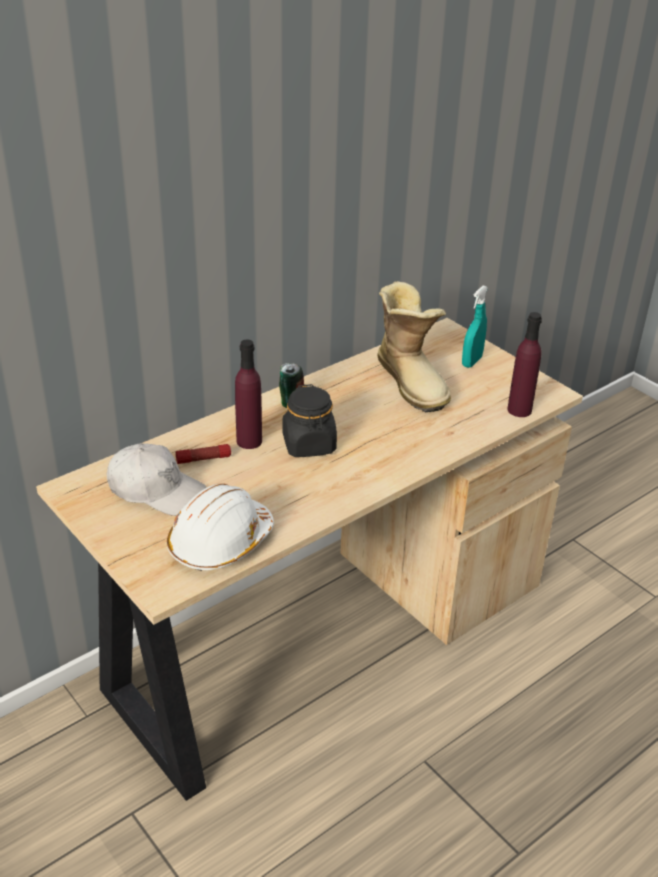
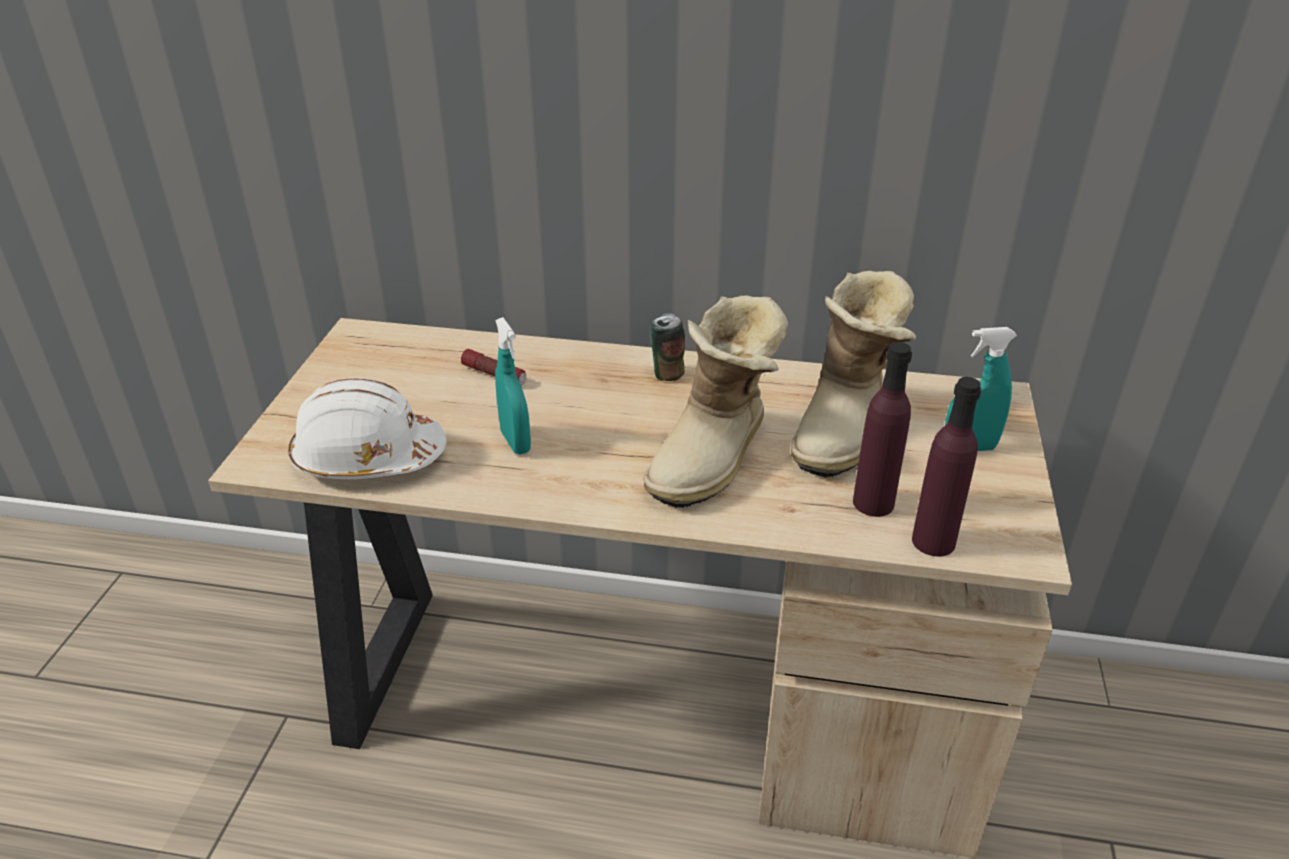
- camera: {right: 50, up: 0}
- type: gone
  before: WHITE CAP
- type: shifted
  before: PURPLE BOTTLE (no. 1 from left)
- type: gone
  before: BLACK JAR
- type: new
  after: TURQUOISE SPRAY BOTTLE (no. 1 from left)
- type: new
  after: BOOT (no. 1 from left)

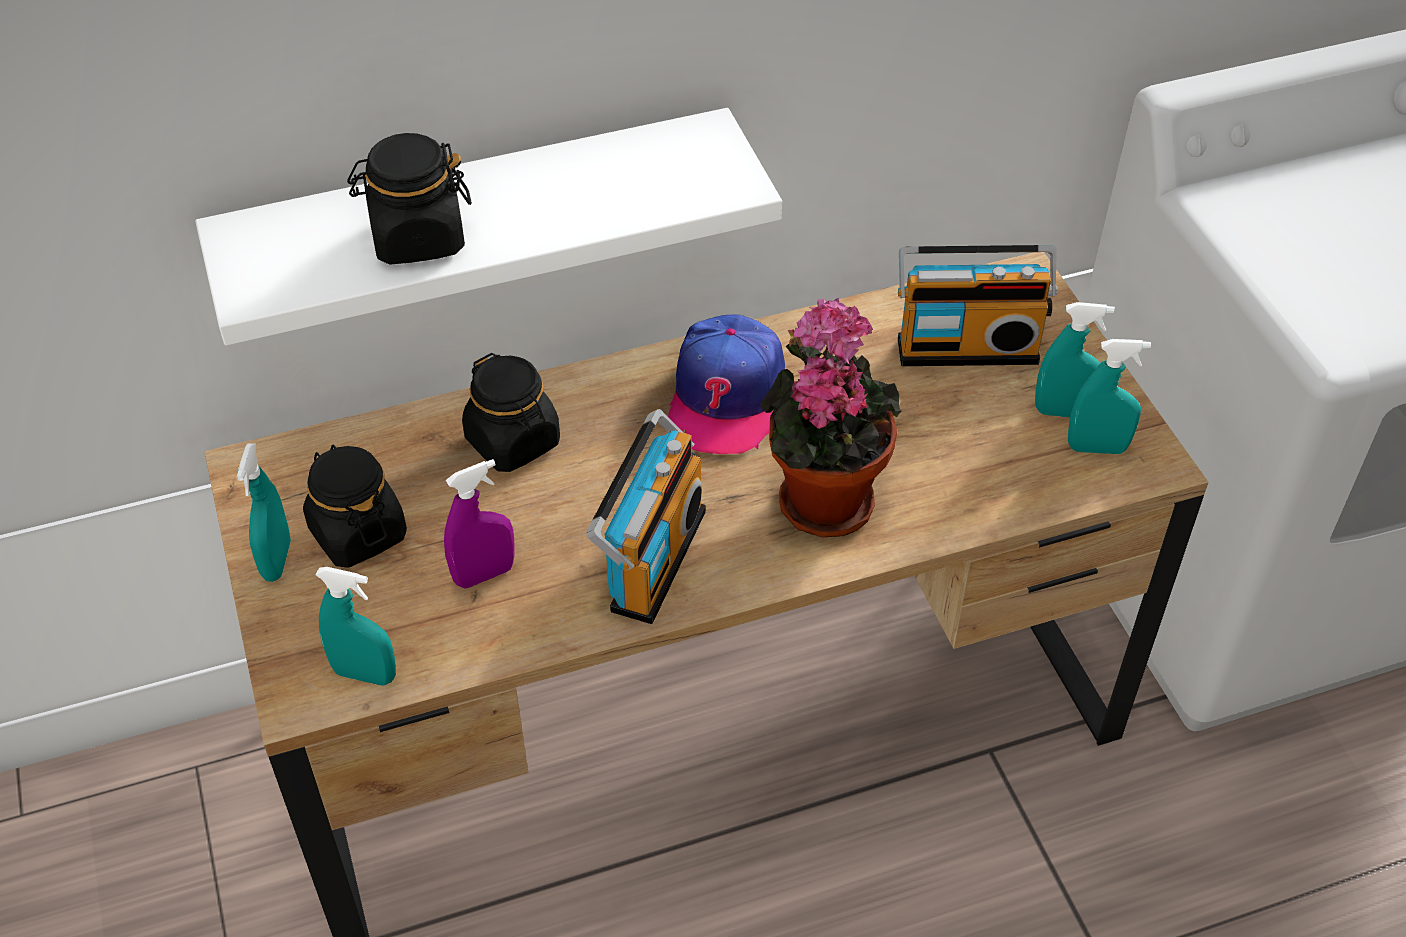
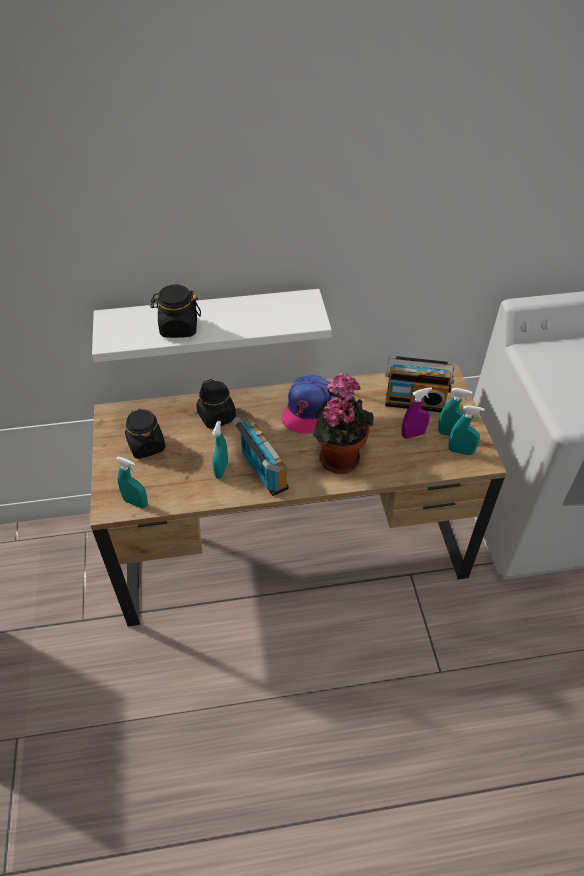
- camera: {right: 10, up: 0}
- type: shifted
  before: TURQUOISE SPRAY BOTTLE (no. 1 from left in the first image)
  after: TURQUOISE SPRAY BOTTLE (no. 2 from left)
- type: shifted
  before: PURPLE SPRAY BOTTLE
- type: rotated
  before: RADIO (no. 1 from left)
  turn: -60

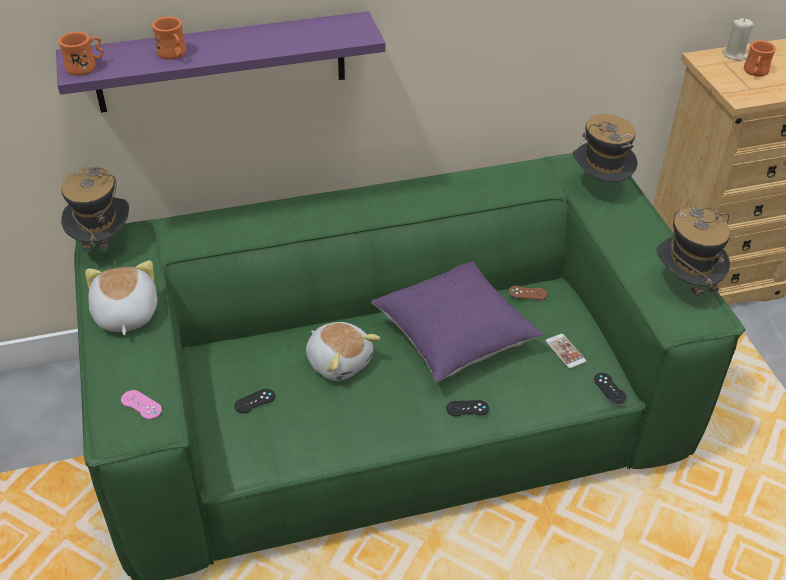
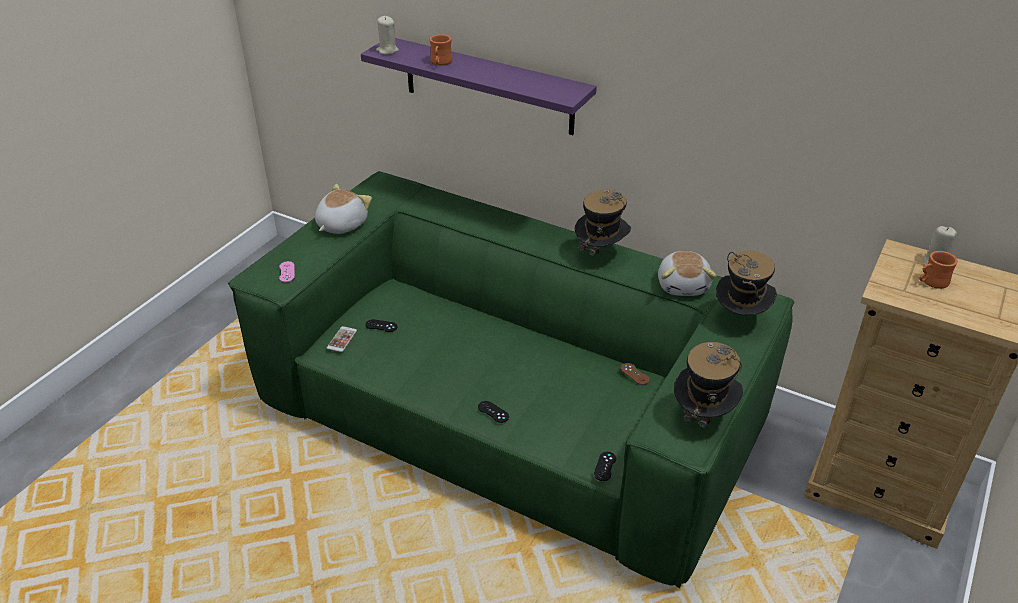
- camera: {right: 45, up: -5}
- type: swapped
  before: ORANGE MUG (no. 1 from left)
  after: BEIGE CANDLE (no. 1 from left)
- type: shifted
  before: HAT (no. 1 from left)
- type: shifted
  before: PLUSH TOY (no. 2 from left)
- type: gone
  before: PURPLE PILLOW
- type: shifted
  before: PHONE

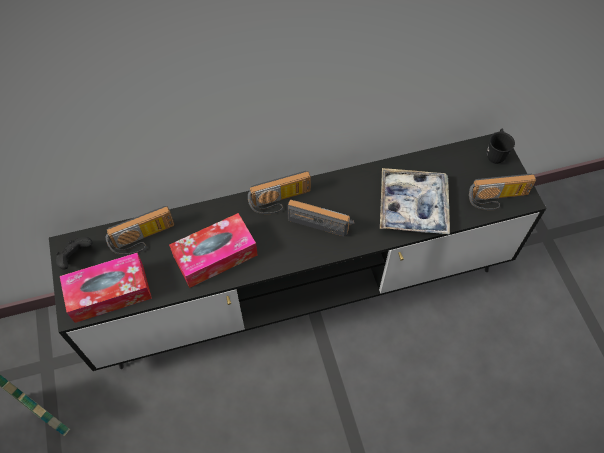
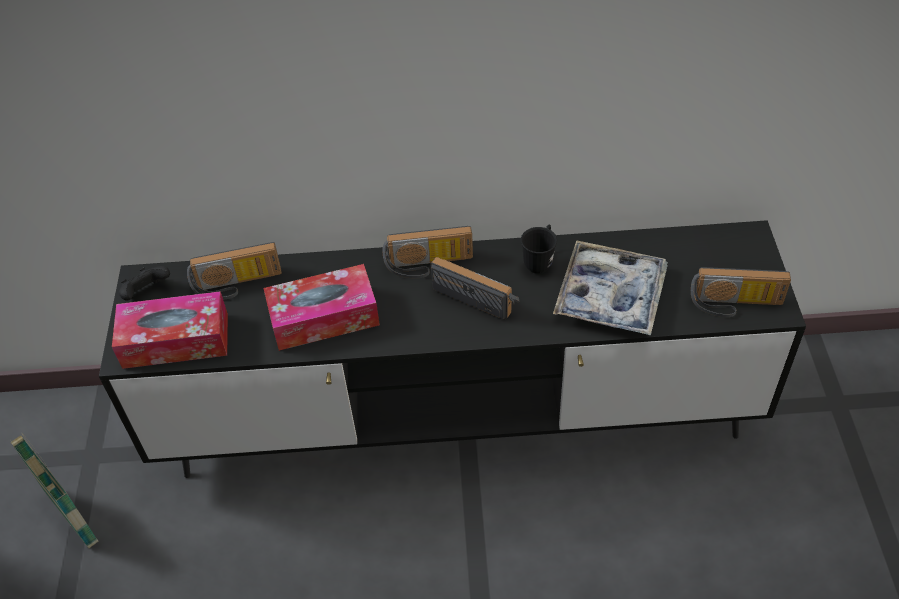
- camera: {right: 15, up: -10}
- type: shifted
  before: BLACK MUG

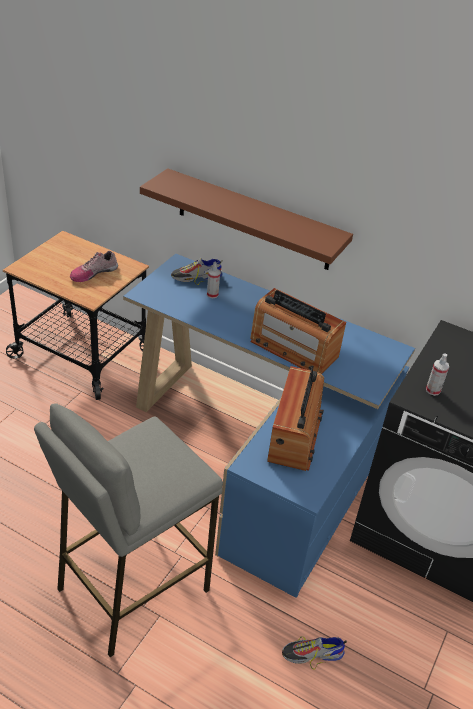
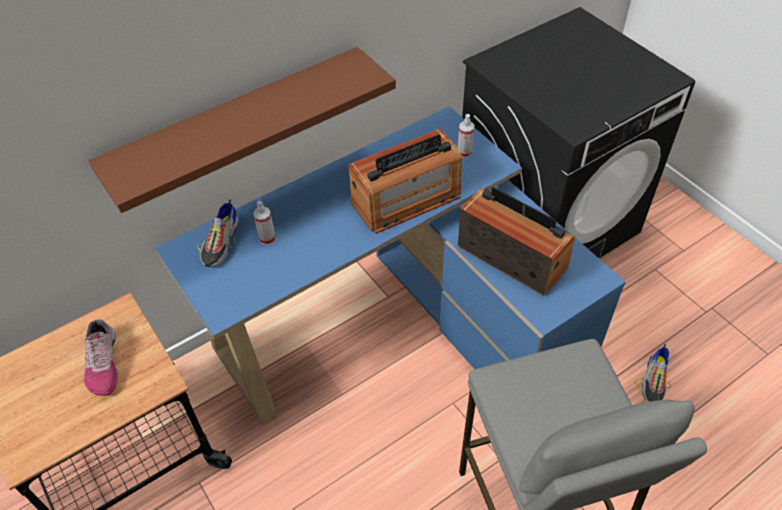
- camera: {right: -60, up: 10}
- type: shifted
  before: SPRAY BOTTLE (no. 2 from left)

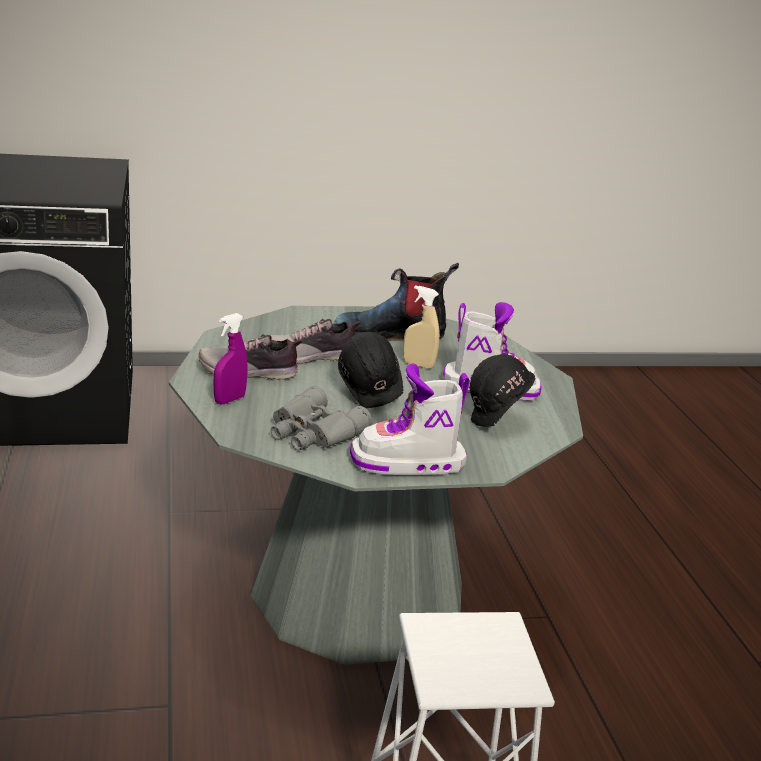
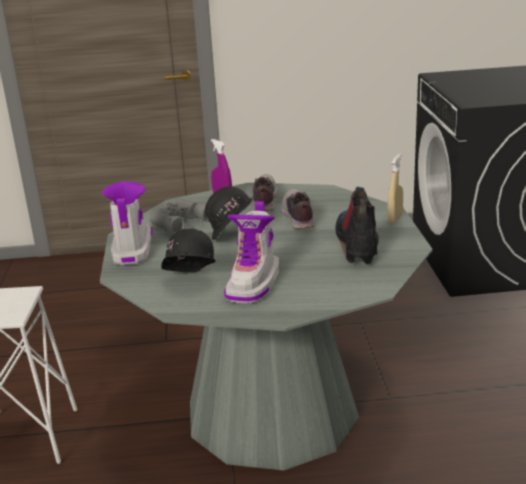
- camera: {right: 100, up: 0}
- type: shifted
  before: BEIGE SPRAY BOTTLE

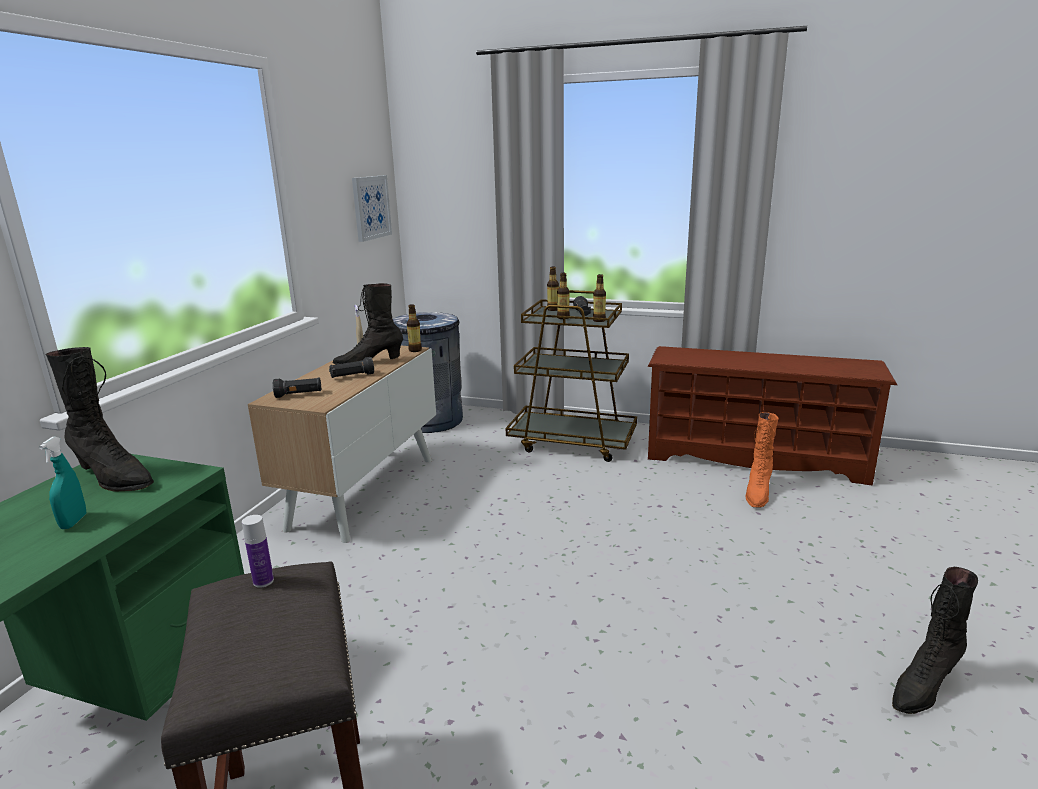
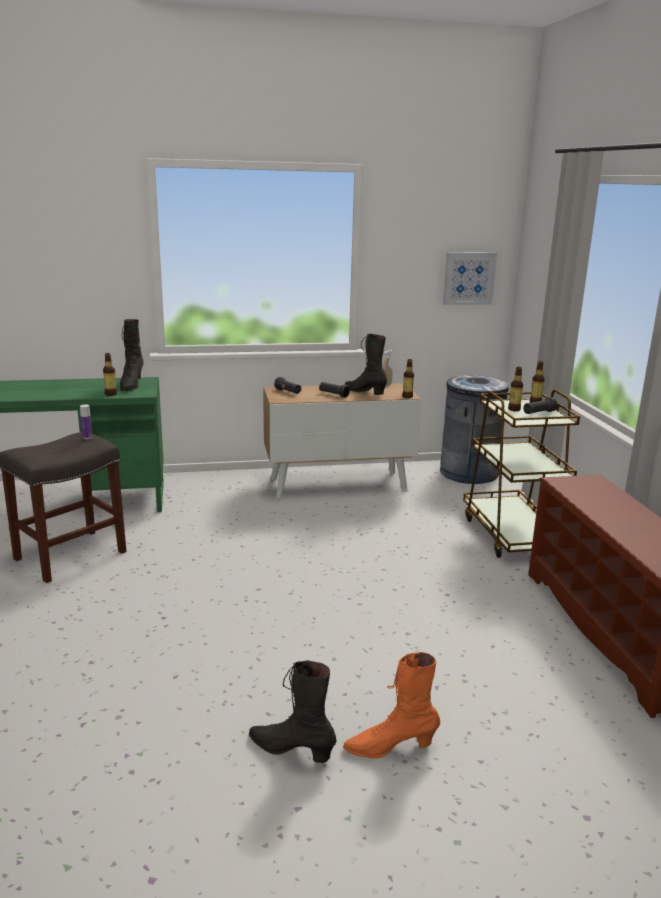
- camera: {right: 60, up: 0}
- type: gone
  before: TURQUOISE SPRAY BOTTLE
- type: shifted
  before: BOTTLE (no. 5 from left in the first image)
  after: BOTTLE (no. 2 from left)
- type: shifted
  before: ORANGE BOOT

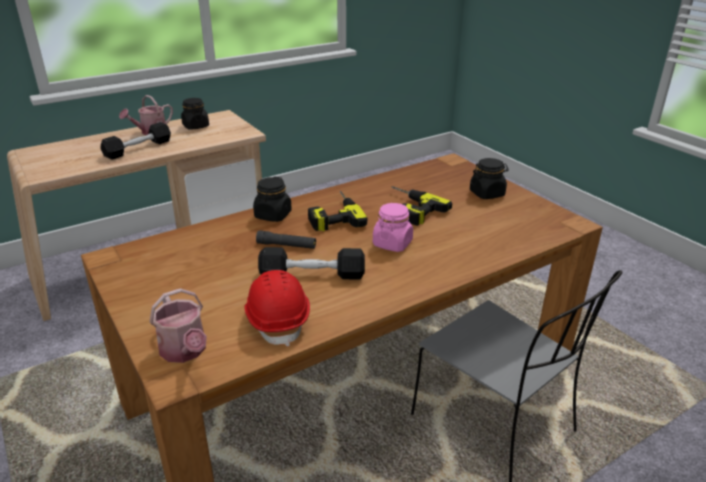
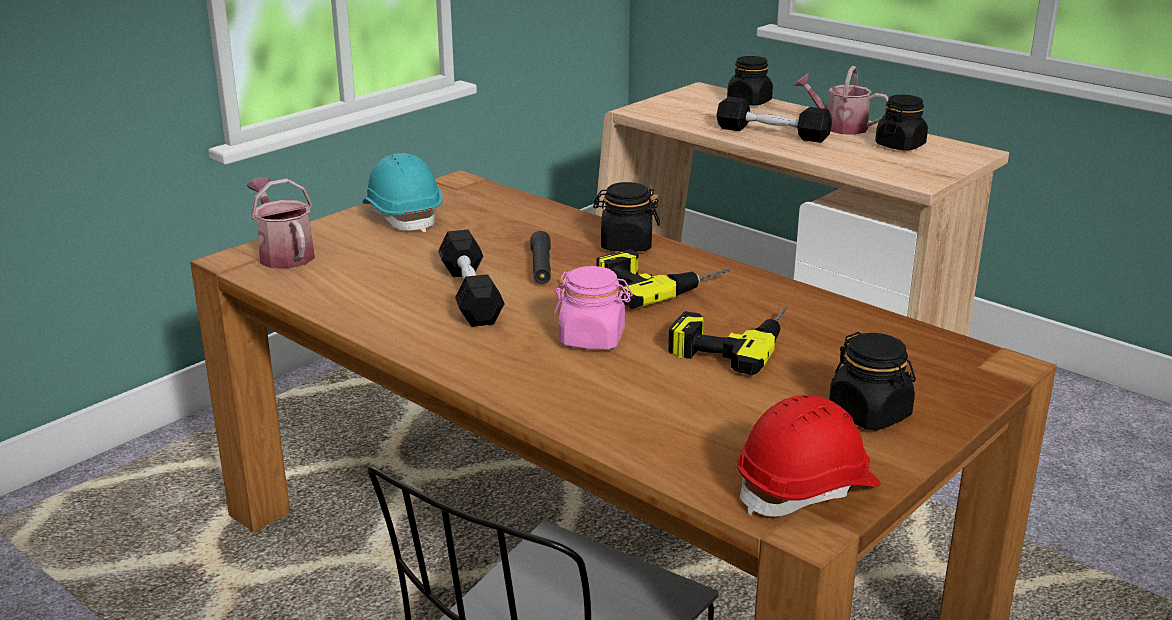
- camera: {right: 75, up: -5}
- type: rotated
  before: WATERING CAN (no. 2 from left in the first image)
  turn: 105
- type: shifted
  before: RED HARD HAT
- type: new
  after: TURQUOISE HARD HAT
- type: new
  after: BLACK JAR (no. 2 from left)

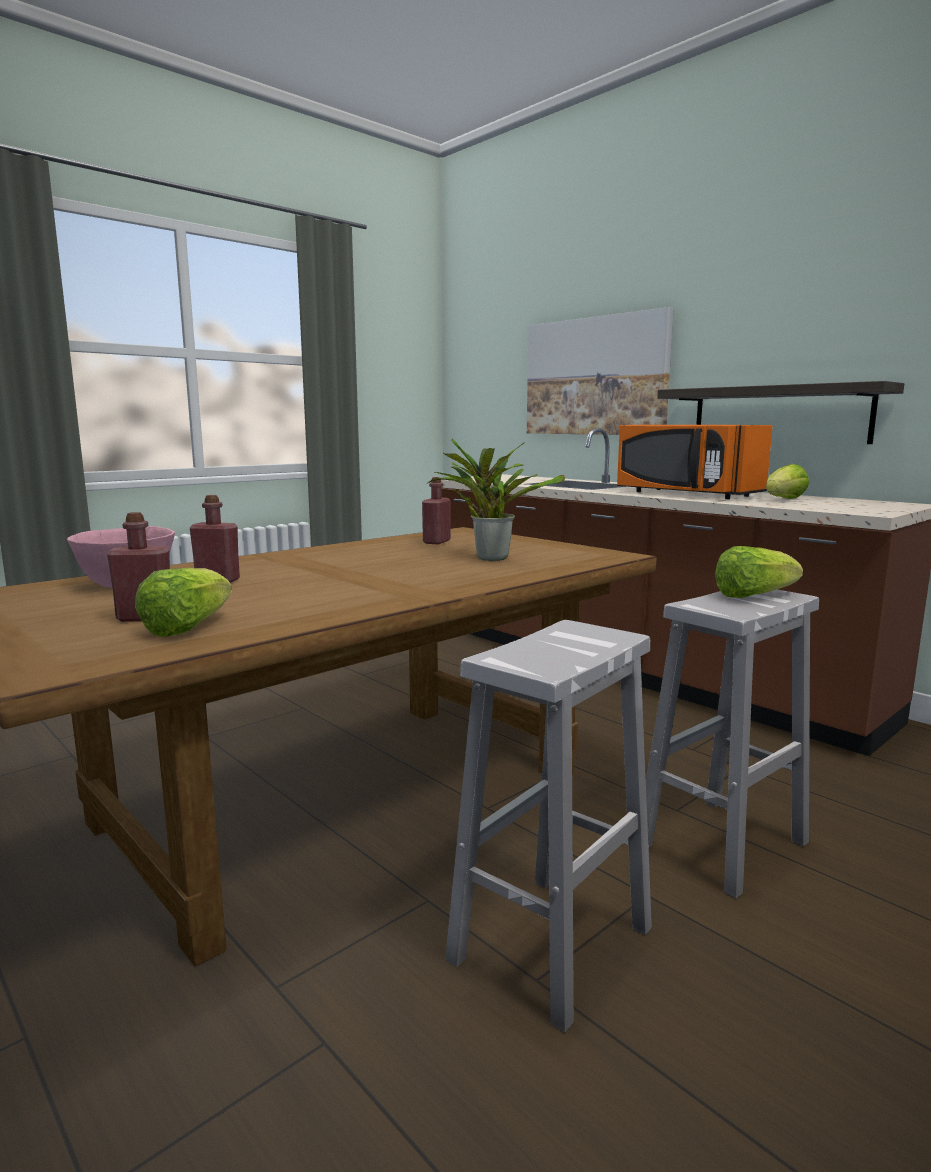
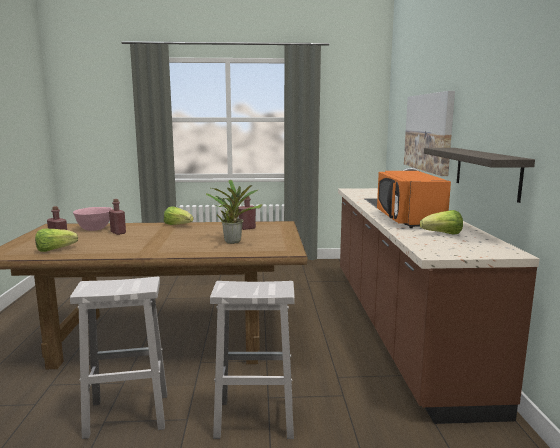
- camera: {right: 40, up: 0}
- type: shifted
  before: LETTUCE (no. 2 from left)

